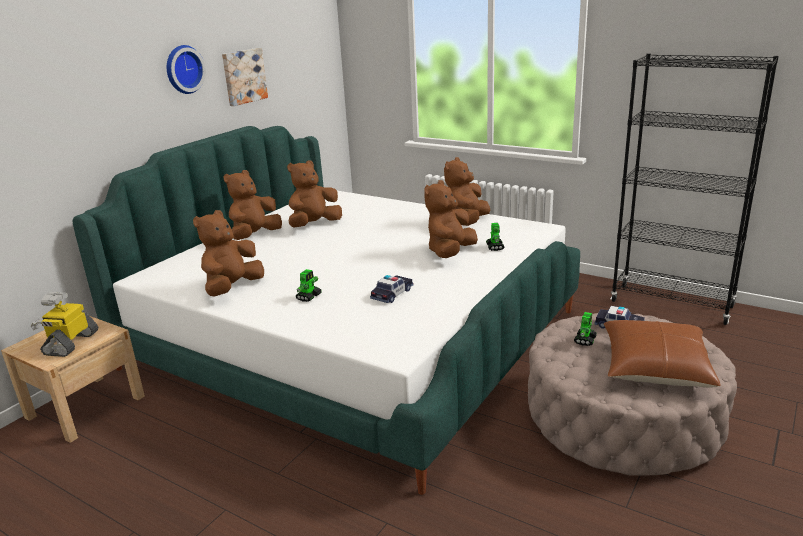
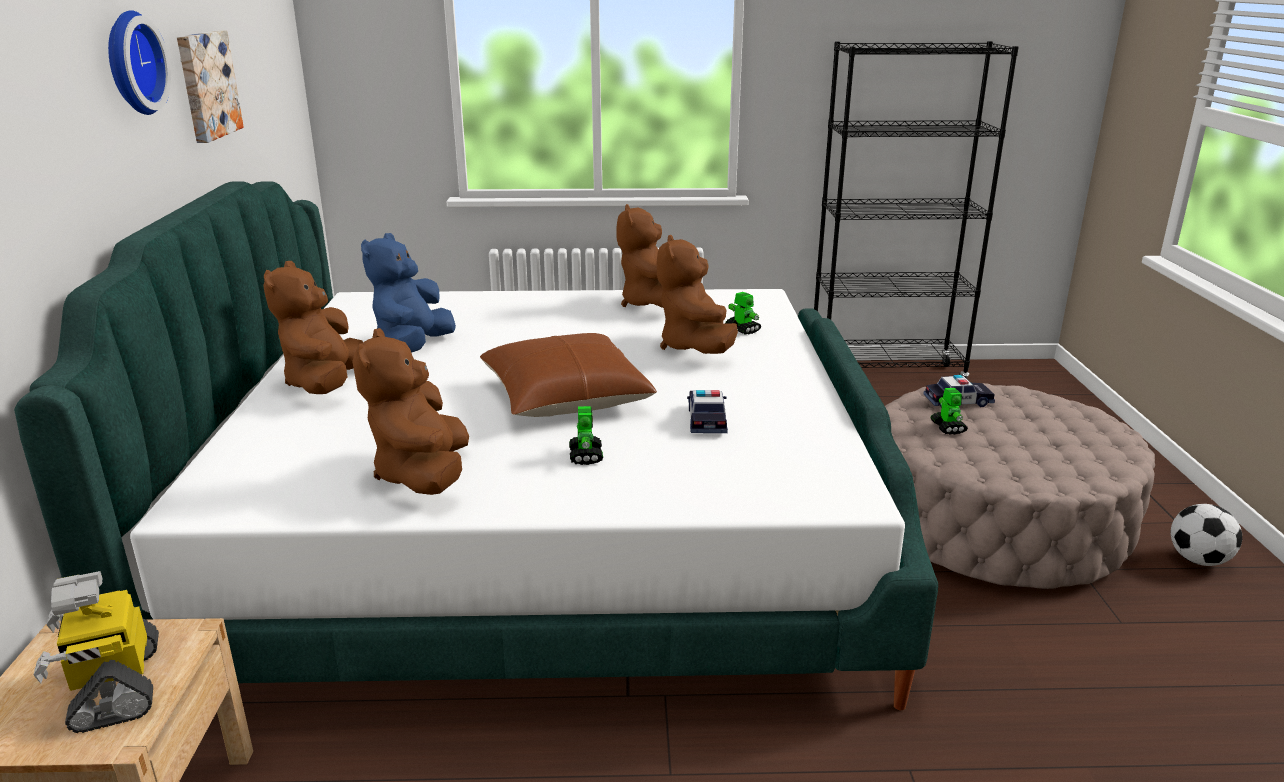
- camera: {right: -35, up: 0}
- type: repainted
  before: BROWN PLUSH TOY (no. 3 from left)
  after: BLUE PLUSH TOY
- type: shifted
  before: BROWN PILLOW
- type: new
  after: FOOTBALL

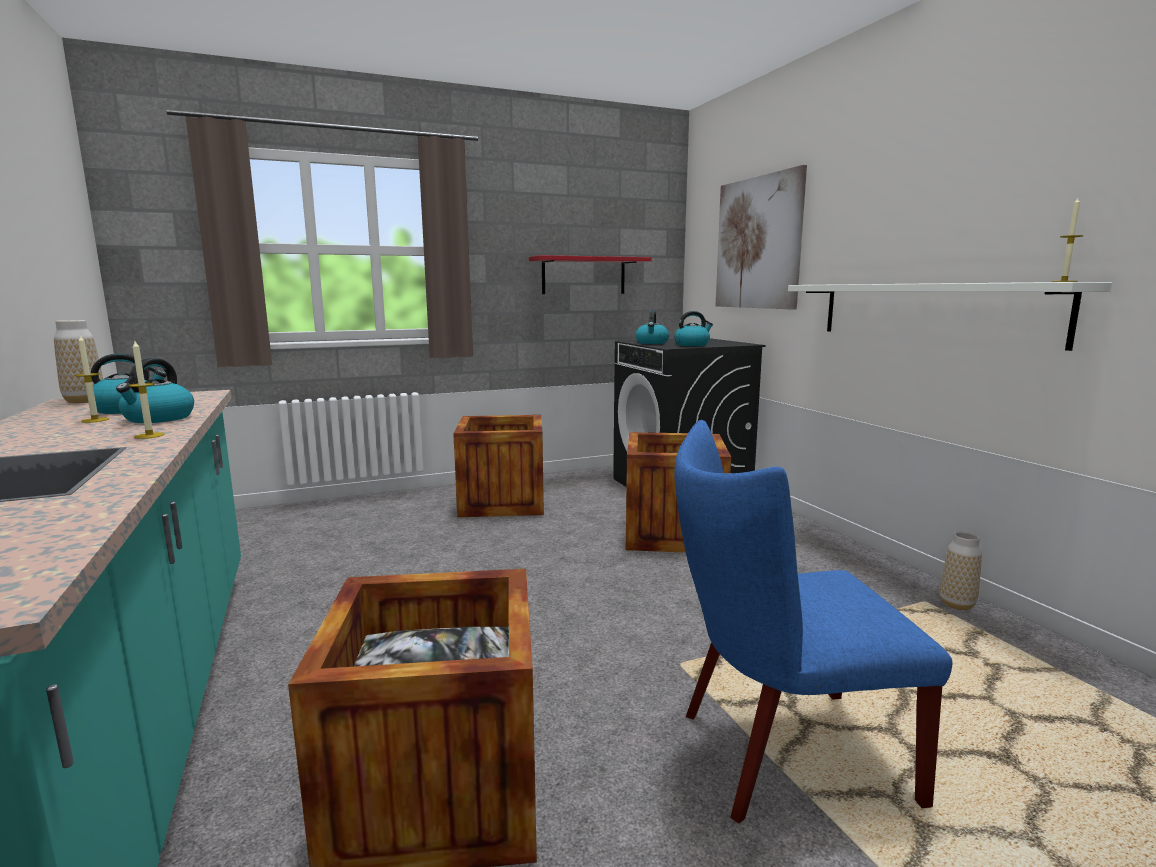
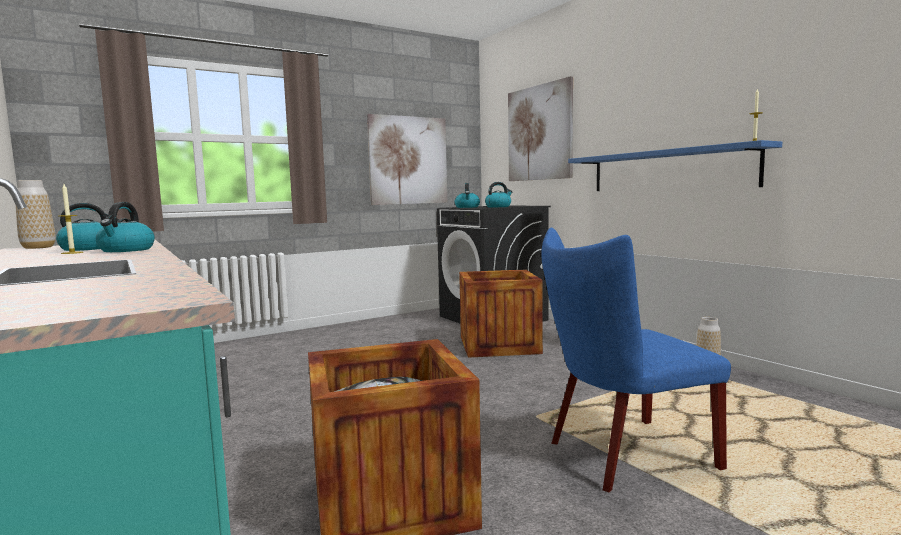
- camera: {right: -10, up: -5}
- type: gone
  before: CANDLE (no. 2 from left)
- type: gone
  before: CRATE (no. 2 from left)
- type: swapped
  before: RED SHELF
  after: PICTURE (no. 1 from left)
- type: repainted
  before: WHITE SHELF
  after: BLUE SHELF

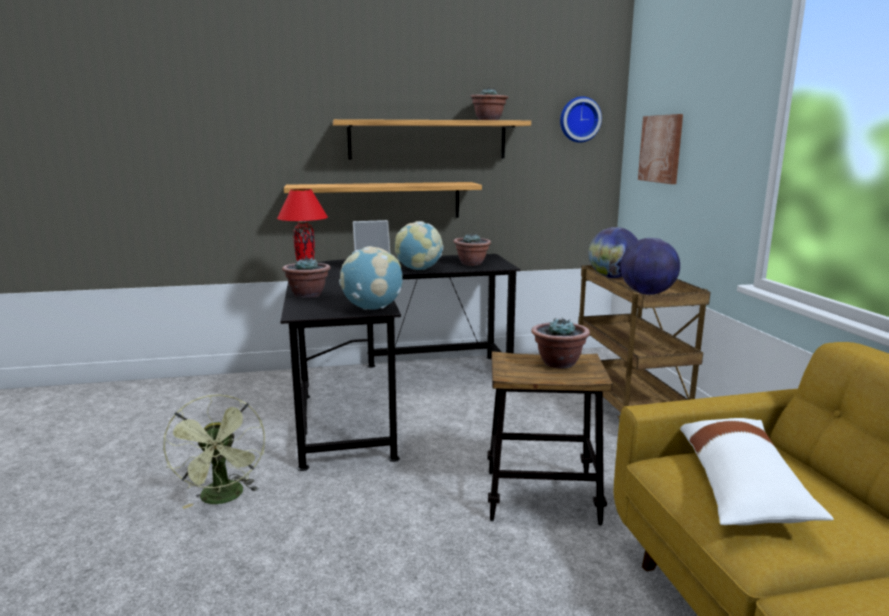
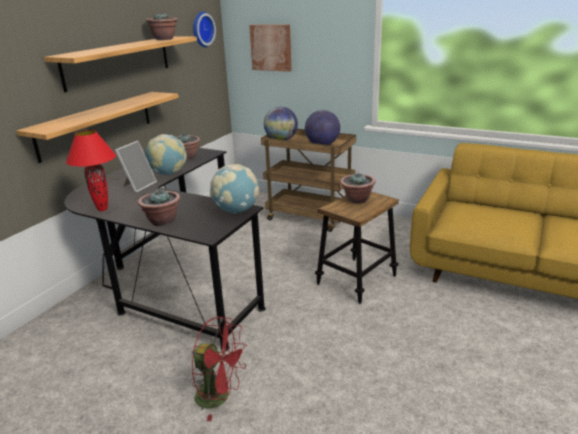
- camera: {right: -50, up: 10}
- type: repainted
  before: GREEN FAN
  after: RED FAN
- type: gone
  before: WHITE PILLOW

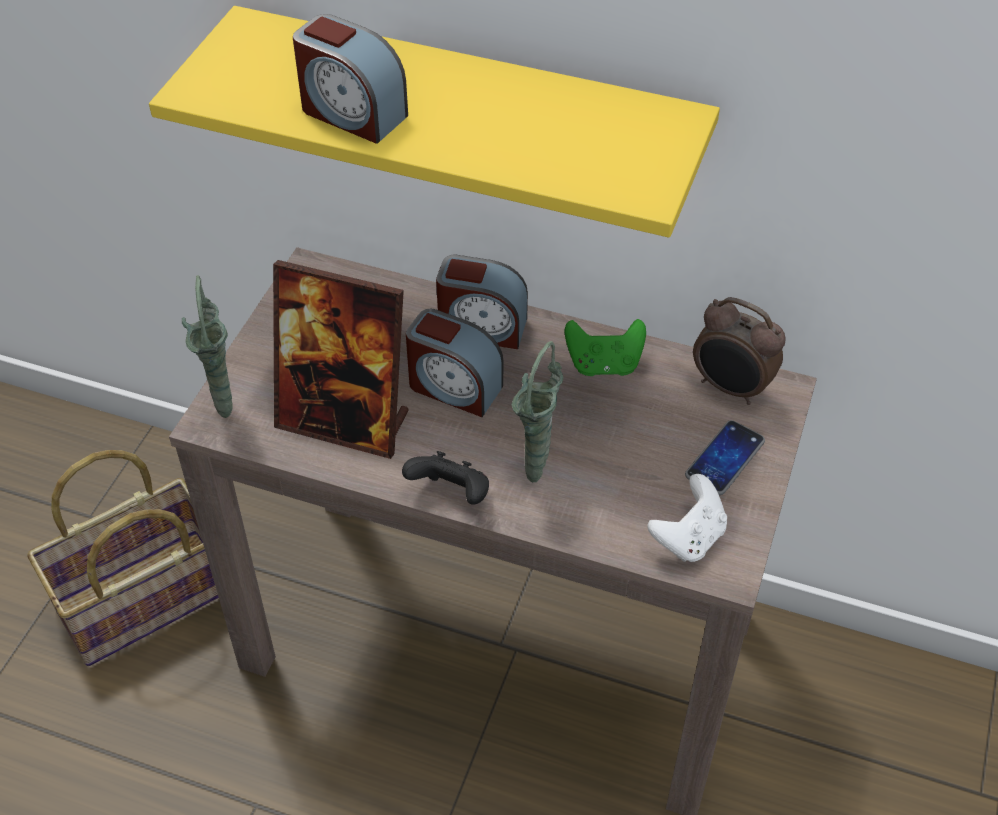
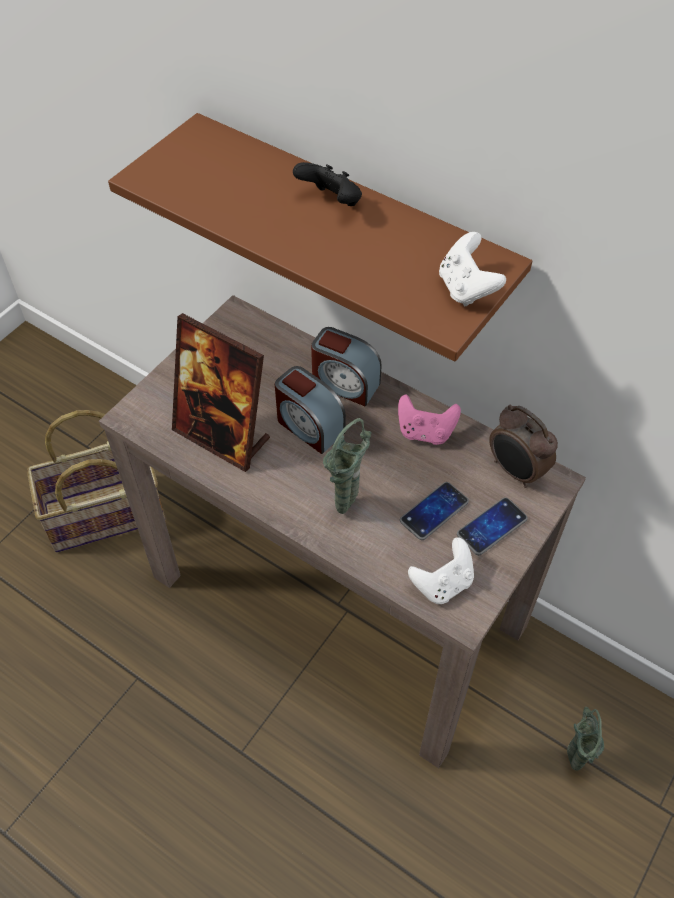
- camera: {right: 15, up: 5}
- type: repainted
  before: YELLOW SHELF
  after: BROWN SHELF
- type: shifted
  before: GREEN VASE (no. 1 from left in the first image)
  after: GREEN VASE (no. 2 from left)
- type: gone
  before: ALARM CLOCK (no. 1 from left)
- type: shifted
  before: BLACK GAME CONTROLLER
- type: repainted
  before: GREEN GAME CONTROLLER
  after: PINK GAME CONTROLLER
- type: new
  after: PHONE (no. 1 from left)
- type: new
  after: WHITE GAME CONTROLLER (no. 2 from left)

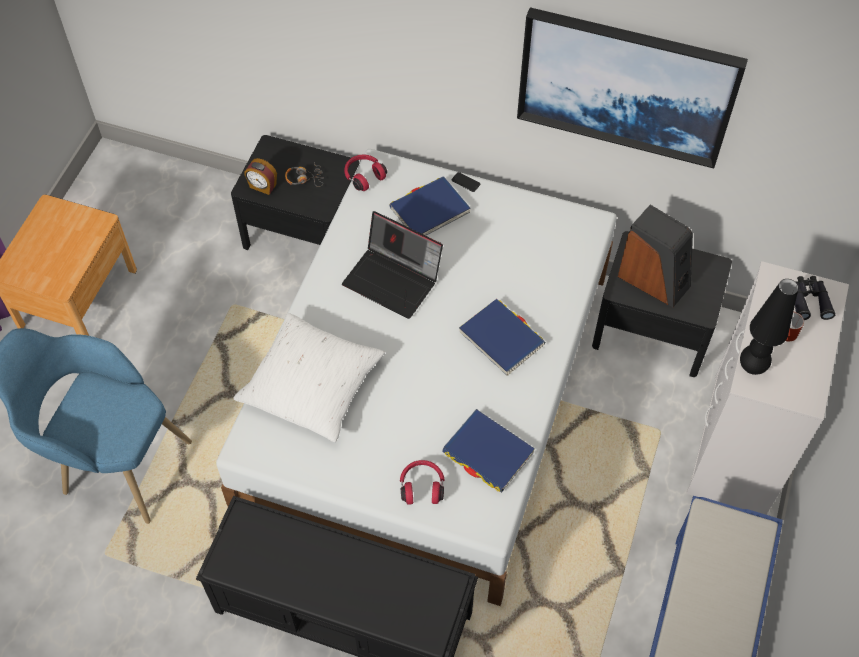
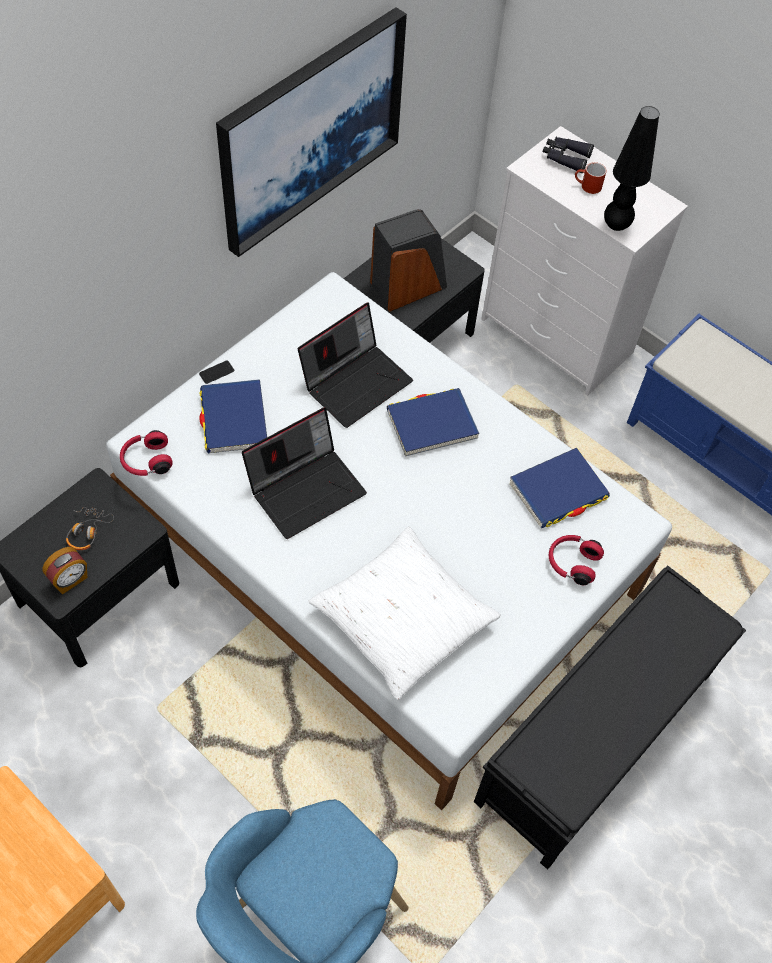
- camera: {right: -70, up: 0}
- type: new
  after: LAPTOP (no. 2 from left)

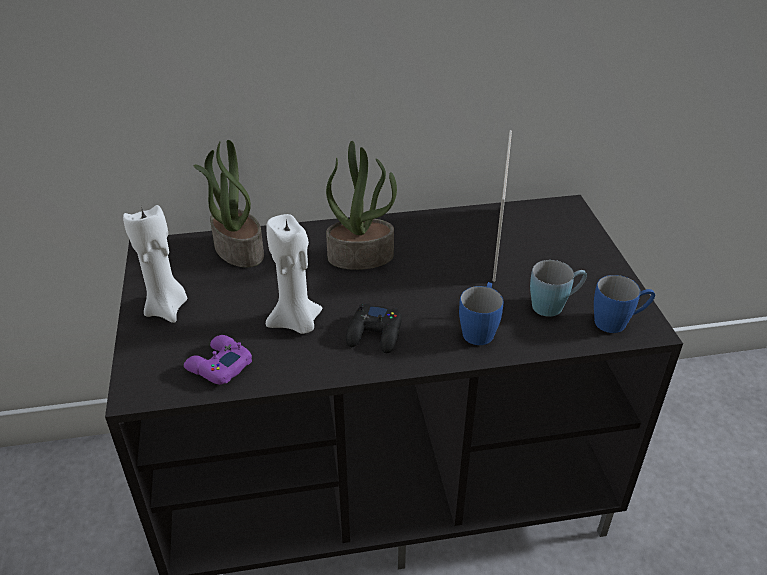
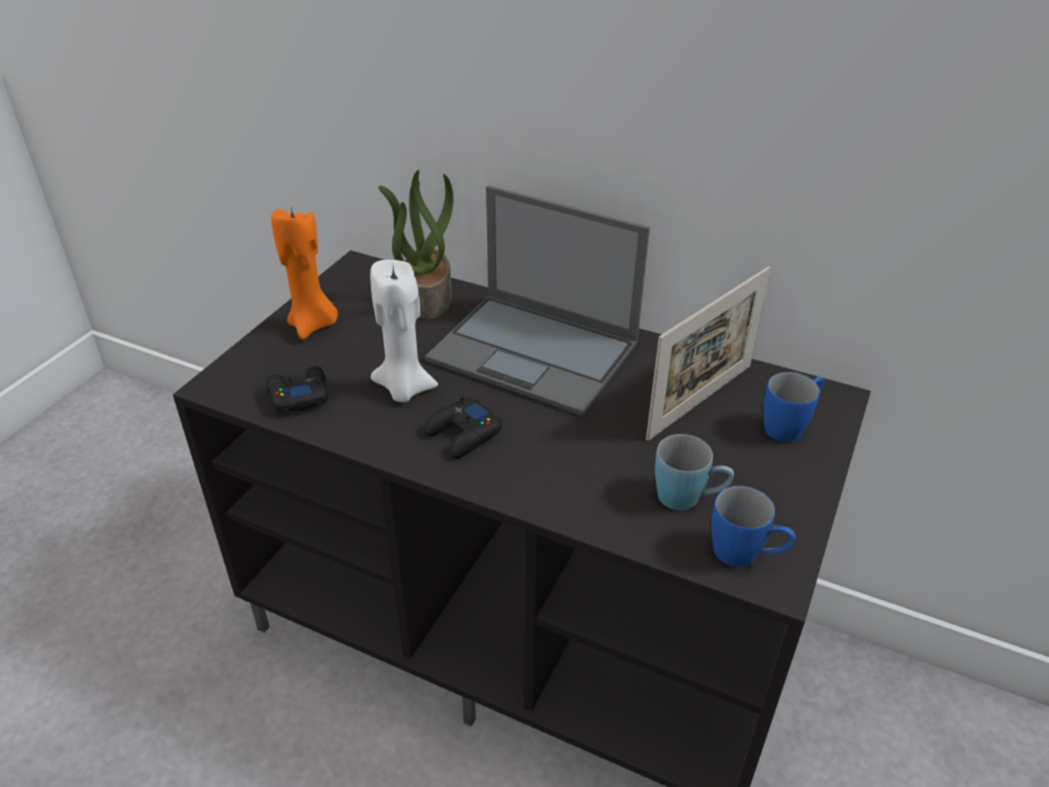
- camera: {right: 35, up: 0}
- type: repainted
  before: WHITE CANDLE (no. 1 from left)
  after: ORANGE CANDLE
- type: repainted
  before: PURPLE GAME CONTROLLER
  after: BLACK GAME CONTROLLER (no. 1 from left)
- type: swapped
  before: POTTED PLANT (no. 2 from left)
  after: LAPTOP
- type: shifted
  before: BLUE MUG (no. 1 from left in the first image)
  after: BLUE MUG (no. 3 from left)

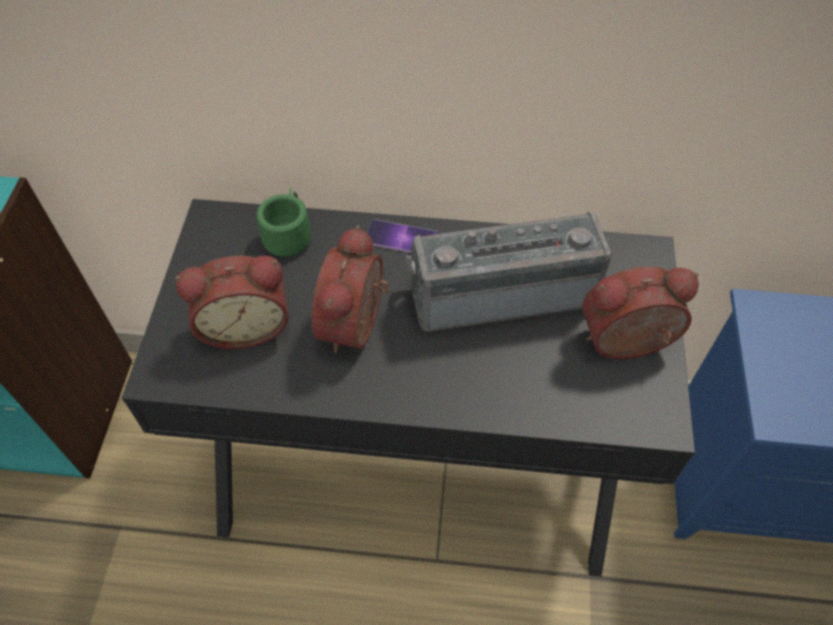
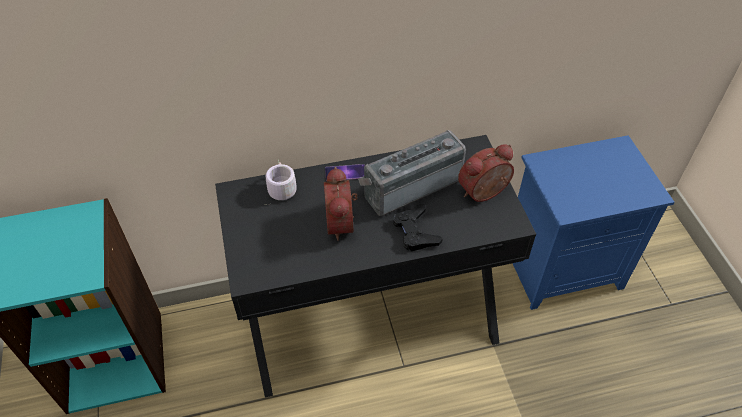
- camera: {right: -20, up: -5}
- type: gone
  before: ALARM CLOCK (no. 1 from left)
- type: repainted
  before: GREEN MUG
  after: GREY MUG
- type: new
  after: BLACK GAME CONTROLLER

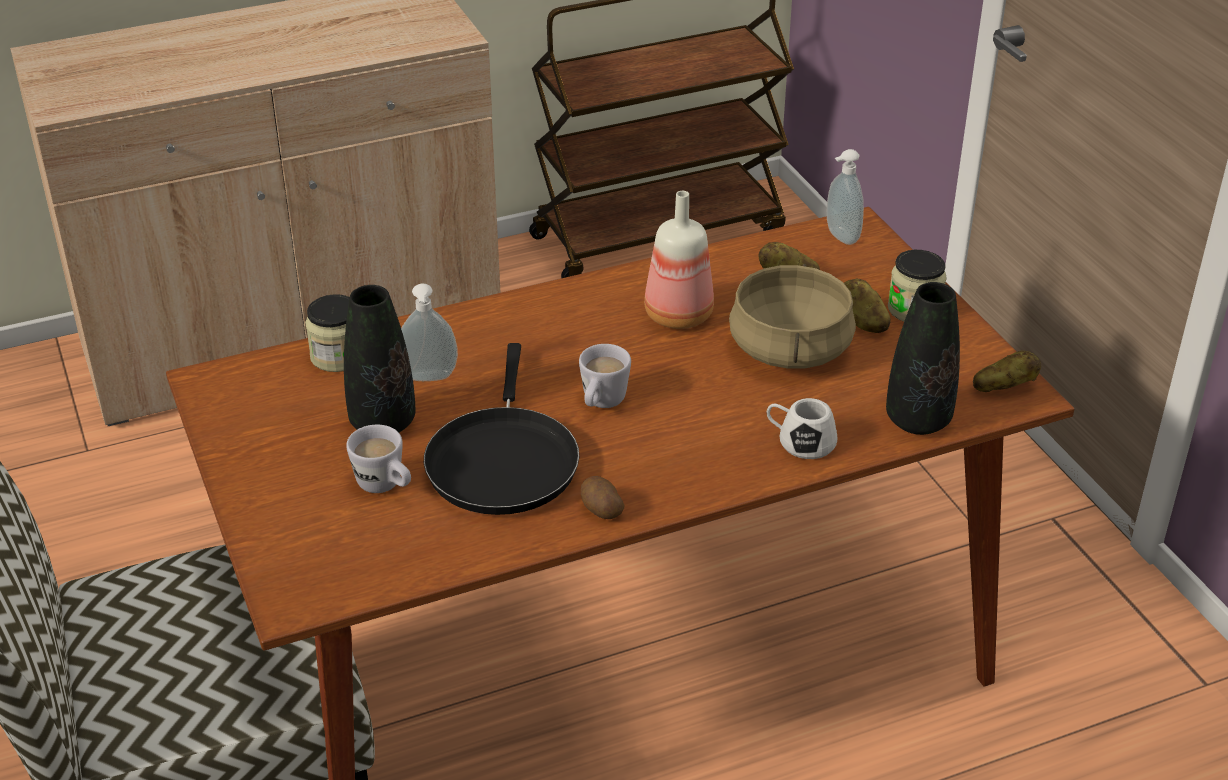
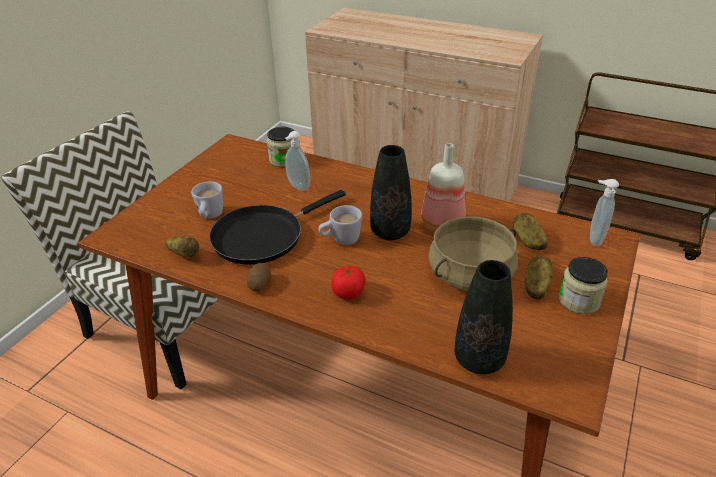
- camera: {right: 50, up: 0}
- type: shifted
  before: BLACK VASE (no. 1 from left)
- type: gone
  before: WHITE MUG (no. 3 from left)
- type: shifted
  before: POTATO (no. 4 from left in the first image)
  after: POTATO (no. 1 from left)
- type: new
  after: TOMATO

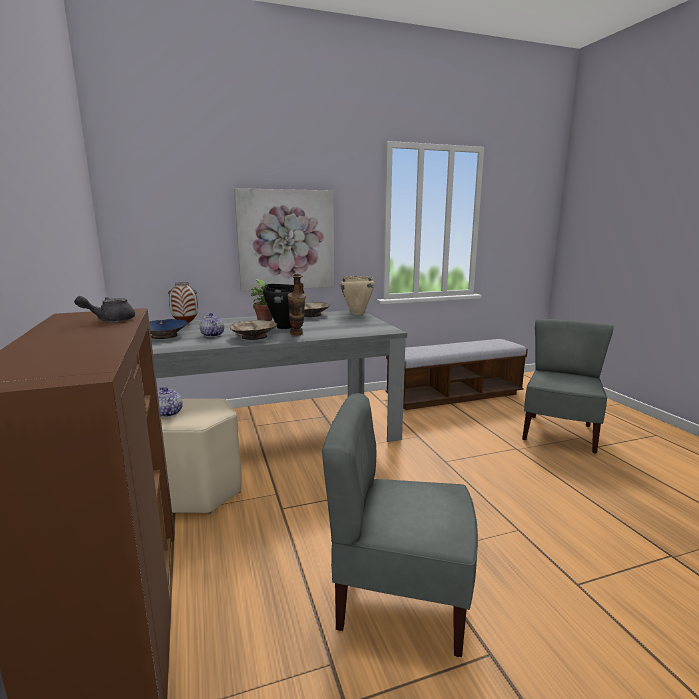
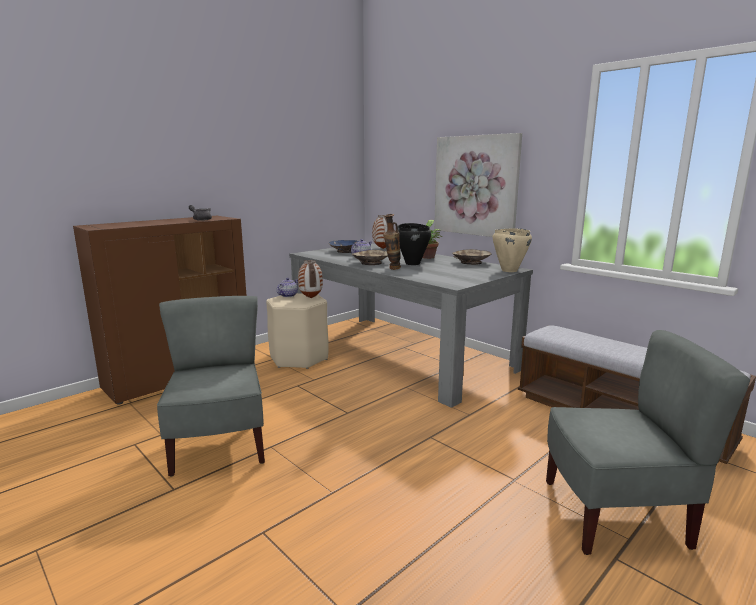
- camera: {right: 65, up: 0}
- type: new
  after: VASE (no. 1 from left)

